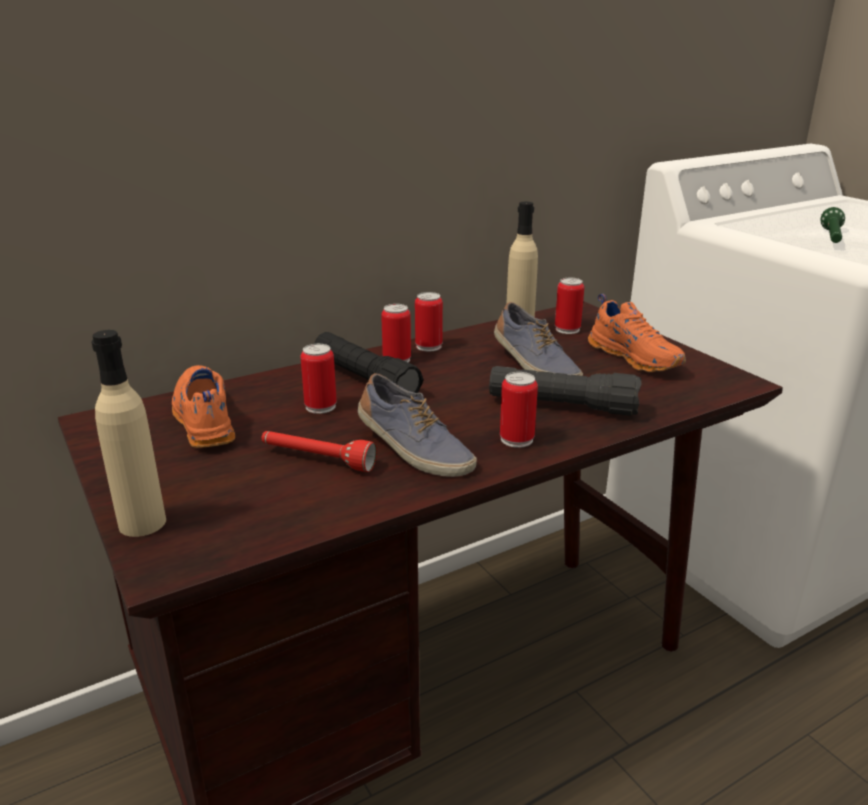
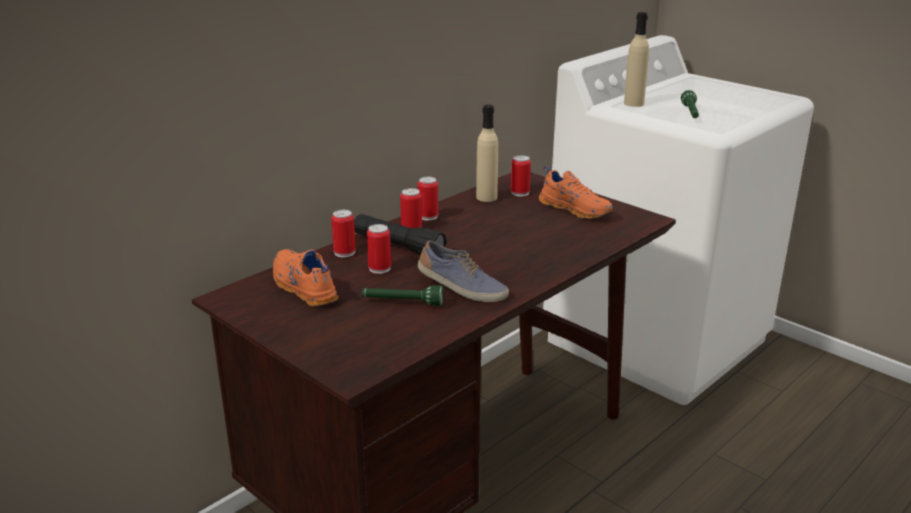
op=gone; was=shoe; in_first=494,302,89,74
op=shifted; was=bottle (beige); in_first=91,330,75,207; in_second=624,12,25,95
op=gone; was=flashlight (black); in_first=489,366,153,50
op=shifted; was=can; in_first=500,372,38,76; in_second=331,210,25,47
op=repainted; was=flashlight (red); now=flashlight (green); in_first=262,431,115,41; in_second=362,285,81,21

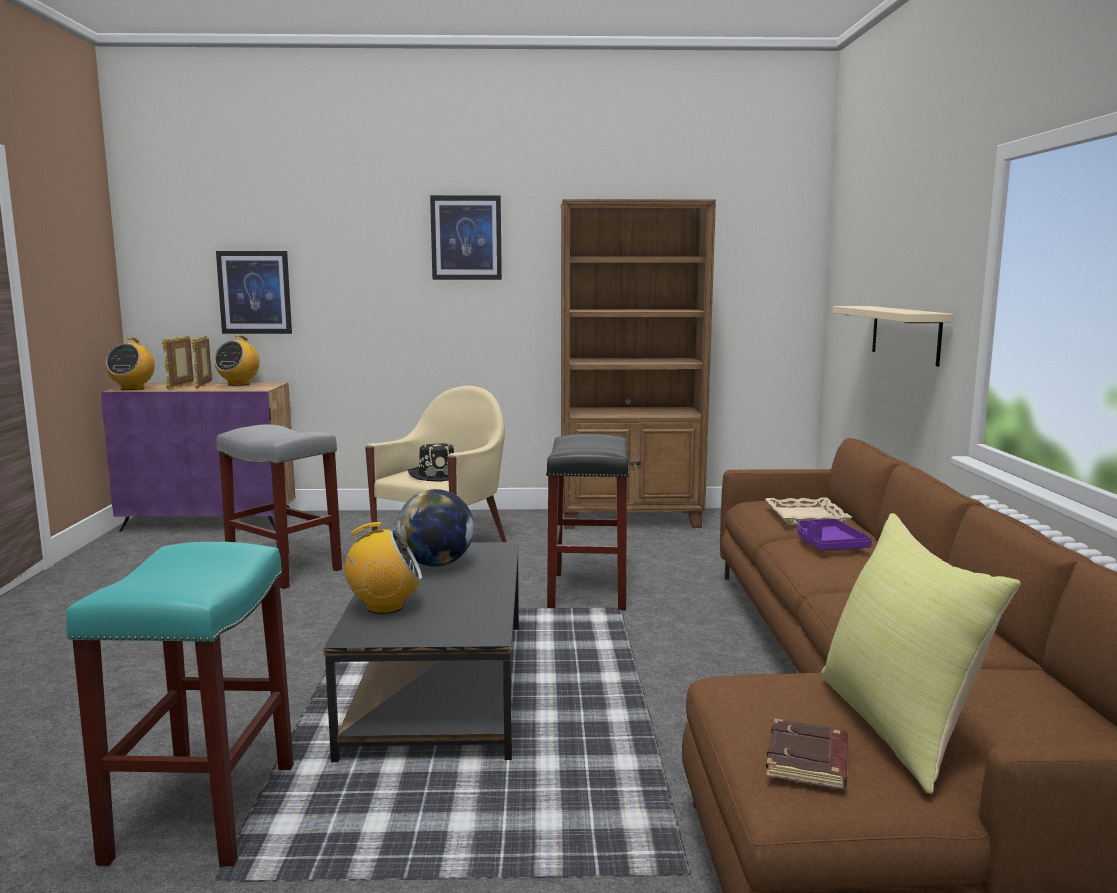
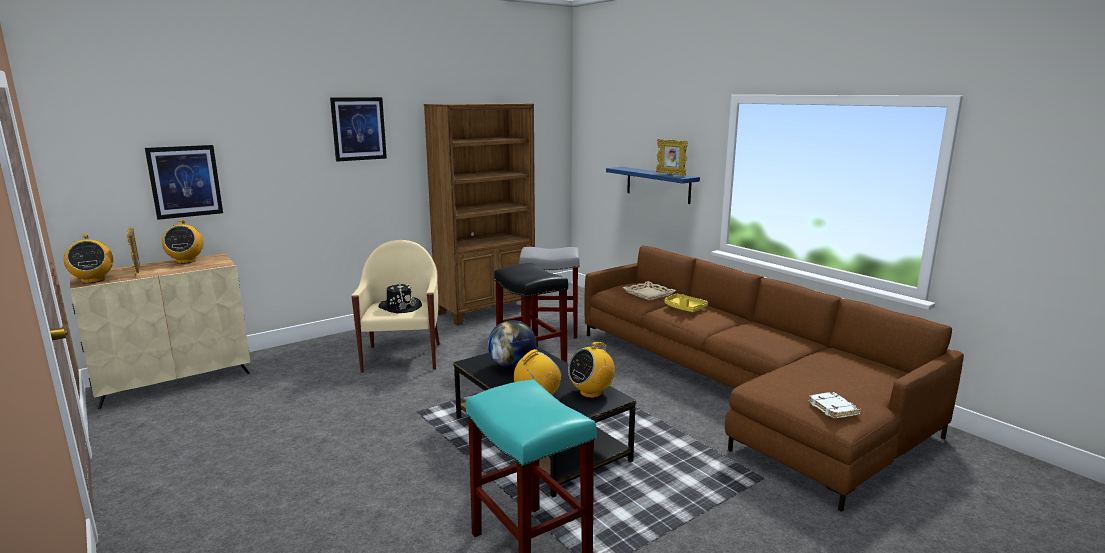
op=repainted; was=shelf (beige); now=shelf (blue); in_first=832,306,121,61; in_second=606,167,94,37
op=shifted; was=picture frame; in_first=192,336,20,53; in_second=656,139,32,37
op=repainted; was=cabinet (purple); now=cabinet (beige); in_first=101,382,195,149; in_second=70,253,180,156
op=shifted; was=stool (grey); in_first=216,424,126,165; in_second=519,247,61,92
op=gone; was=pillow (yellow); in_first=821,513,200,281
op=repainted; was=tray (purple); now=tray (yellow); in_first=797,519,75,32; in_second=664,293,44,19
op=repainted; was=book (brown); now=book (white); in_first=766,719,82,70; in_second=808,392,53,27
op=new; now=radio; in_second=568,342,47,56

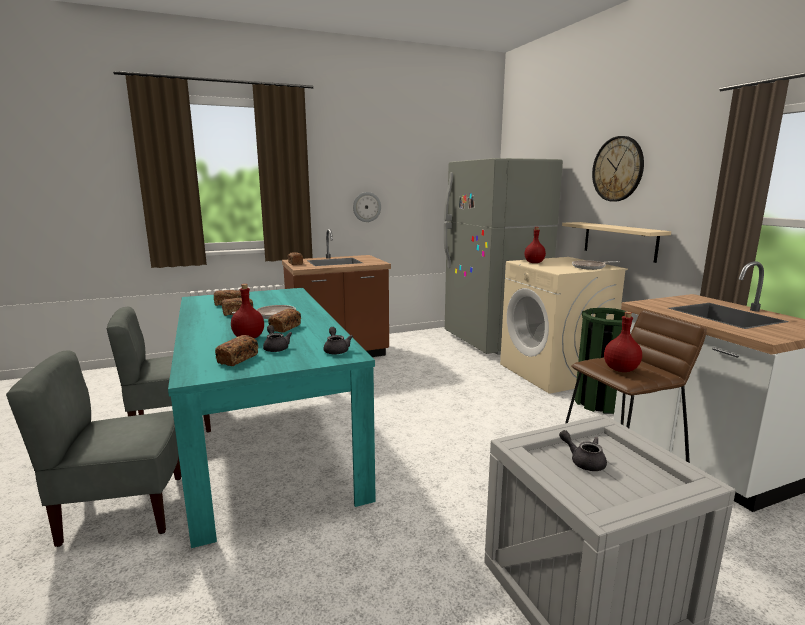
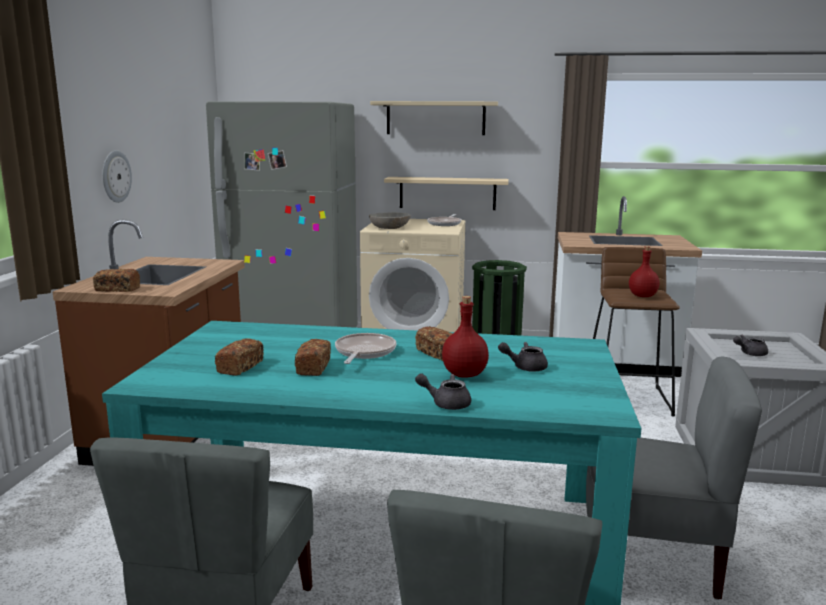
op=swapped; was=wall clock; now=shelf (beige); in_first=592,136,52,66; in_second=370,101,128,34
op=swapped; was=bottle (red); now=bowl (grey); in_first=525,227,21,36; in_second=369,212,42,17
op=shifted; was=teapot (grey); in_first=324,327,29,28; in_second=415,373,56,37
op=gone; was=bread; in_first=215,335,43,31
op=new; now=chair (grey); in_second=586,357,176,243

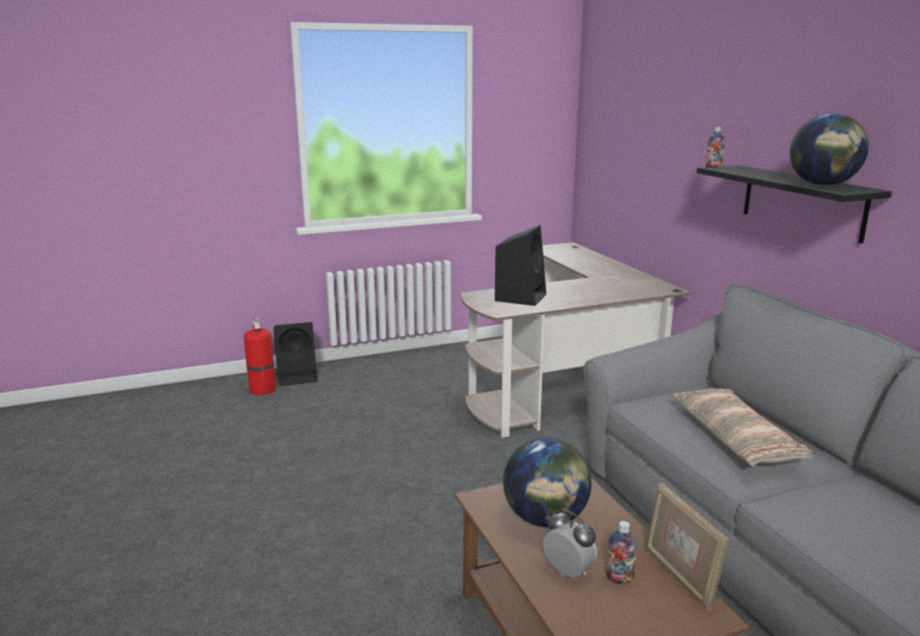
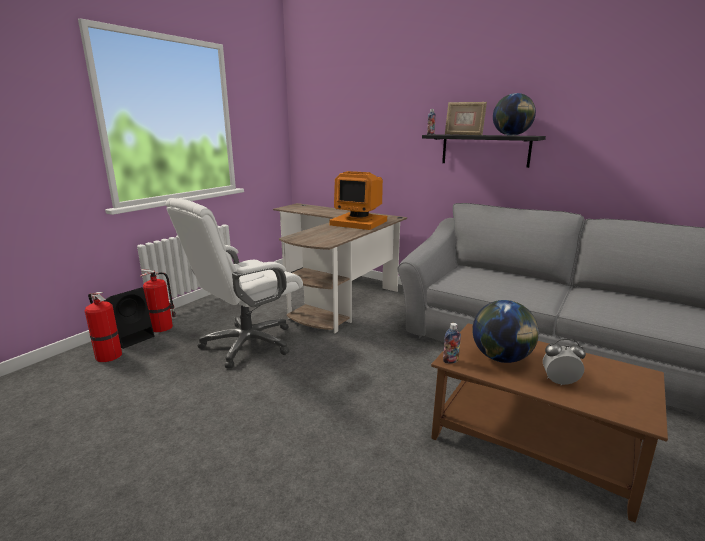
op=gone; was=speaker (black); in_first=495,225,51,81
op=gone; was=pillow; in_first=672,389,142,77
op=shifted; was=picture frame; in_first=645,482,84,129; in_second=445,102,42,33
op=shifted; was=bottle; in_first=606,521,31,63; in_second=443,323,18,41
op=new; now=monitor; in_second=330,171,57,59
op=new; now=office chair (white); in_second=166,198,137,170
op=new; now=fire extinguisher; in_second=140,269,37,63

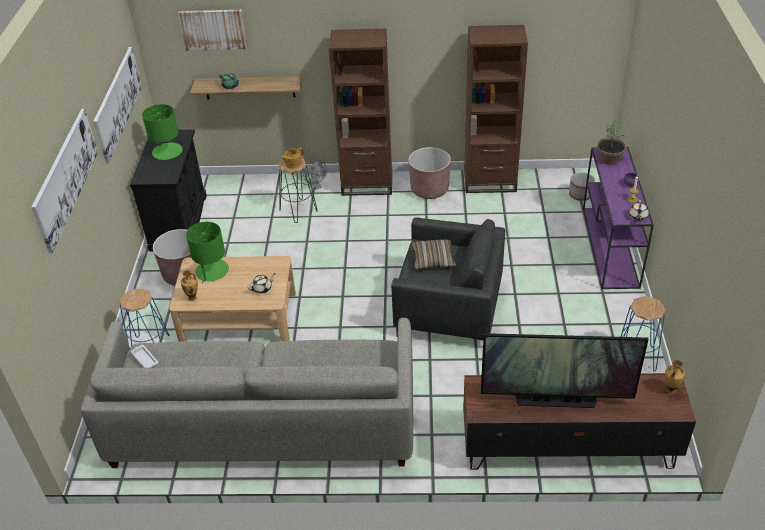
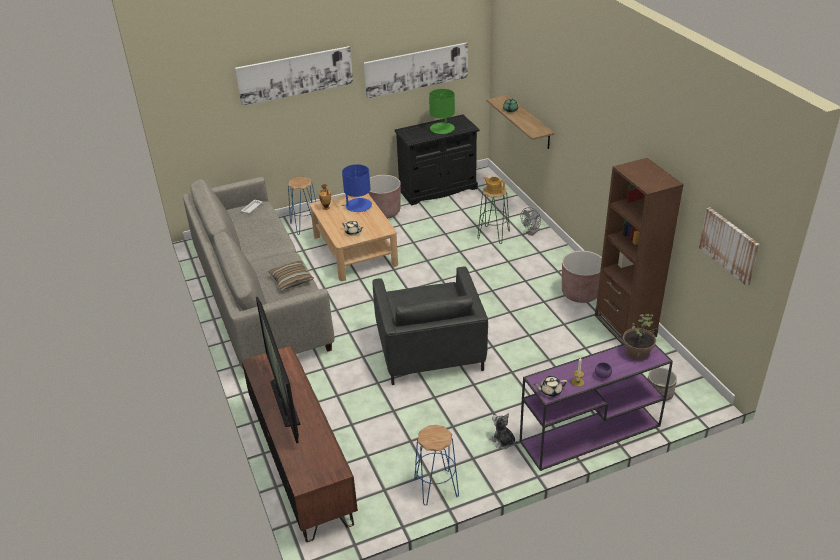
op=shifted; was=picture; in_first=178,10,70,41; in_second=699,207,61,79
op=gone; was=bookcase (brown); in_first=329,29,63,167
op=repainted; was=table lamp (green); now=table lamp (blue); in_first=186,222,43,61; in_second=342,164,30,48
op=shifted; was=pillow; in_first=411,240,45,29; in_second=268,261,46,29
op=gone; was=vase; in_first=665,360,20,34
op=new; now=plush toy; in_second=489,413,29,36

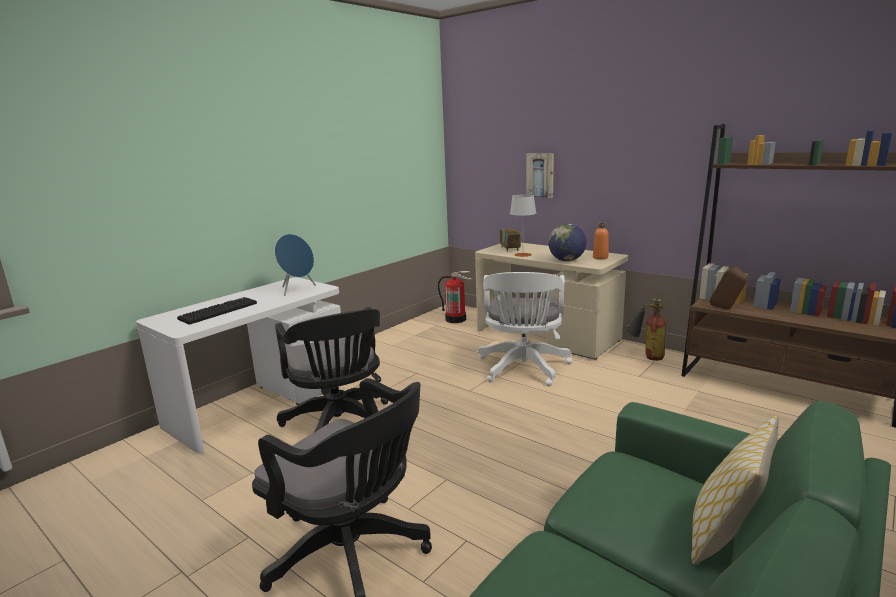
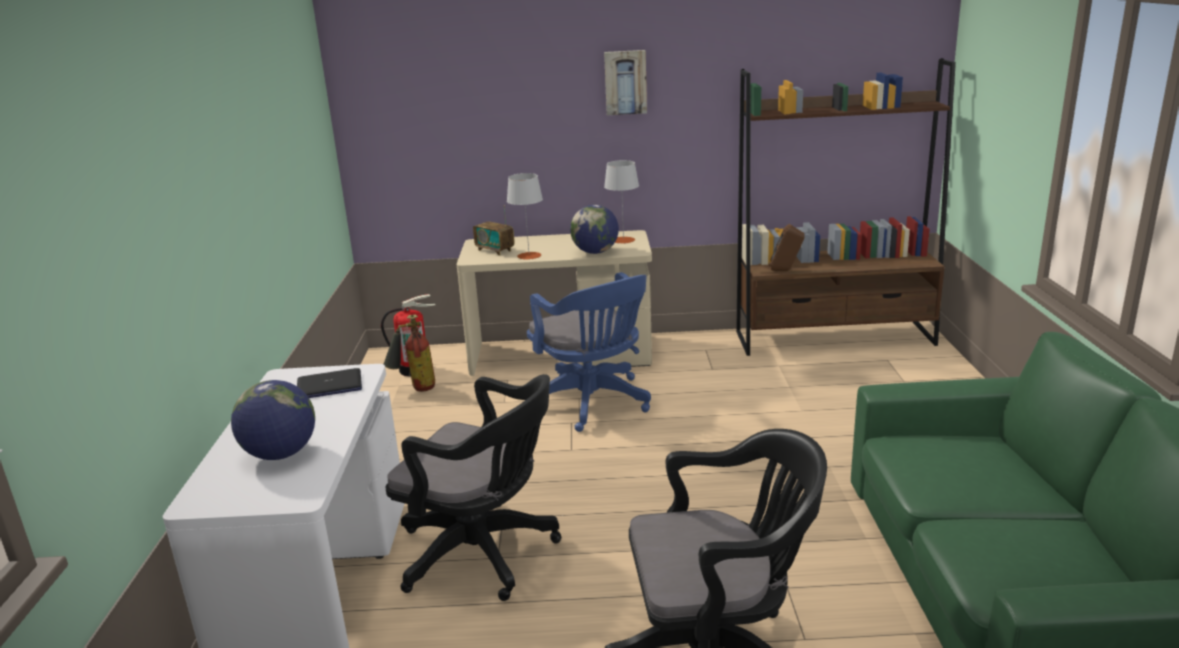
op=shifted; was=picture; in_first=526,153,28,45; in_second=604,50,43,65
op=swapped; was=bottle (orange); now=table lamp (grey); in_first=593,223,16,36; in_second=604,160,35,84
op=swapped; was=speaker (blue); now=laptop; in_first=275,234,41,62; in_second=297,368,65,30
op=repainted; was=office chair (white); now=office chair (blue); in_first=478,272,94,114; in_second=527,272,124,160
op=swapped; was=keyboard; now=globe; in_first=177,297,80,28; in_second=231,380,84,80
op=shifted; was=fire extinguisher; in_first=626,298,40,63; in_second=384,314,51,78
op=gone; was=pillow; in_first=691,415,88,150

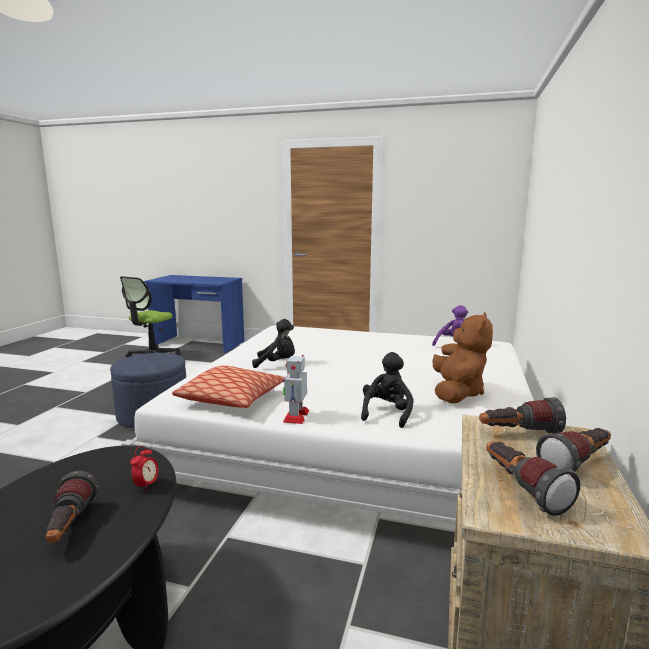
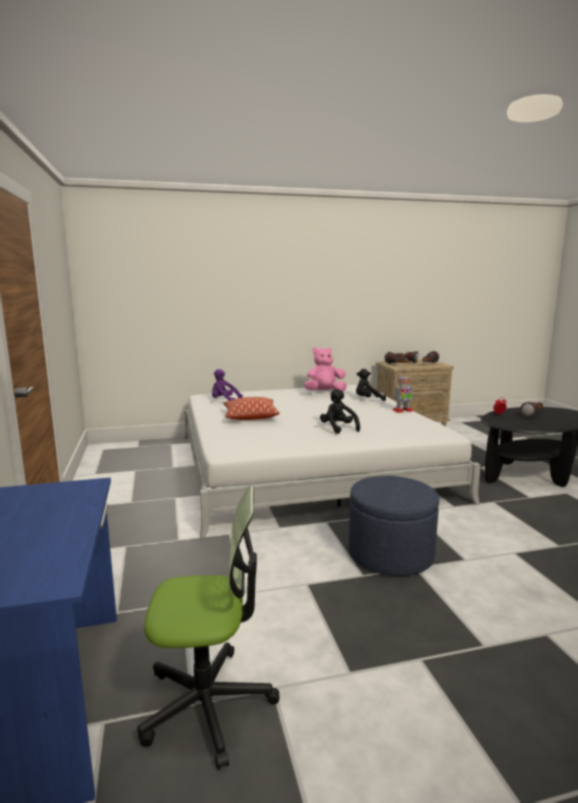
op=repainted; was=plush toy (brown); now=plush toy (pink); in_first=433,312,60,91; in_second=304,347,43,45
op=shifted; was=pillow; in_first=172,365,113,43; in_second=223,397,57,23

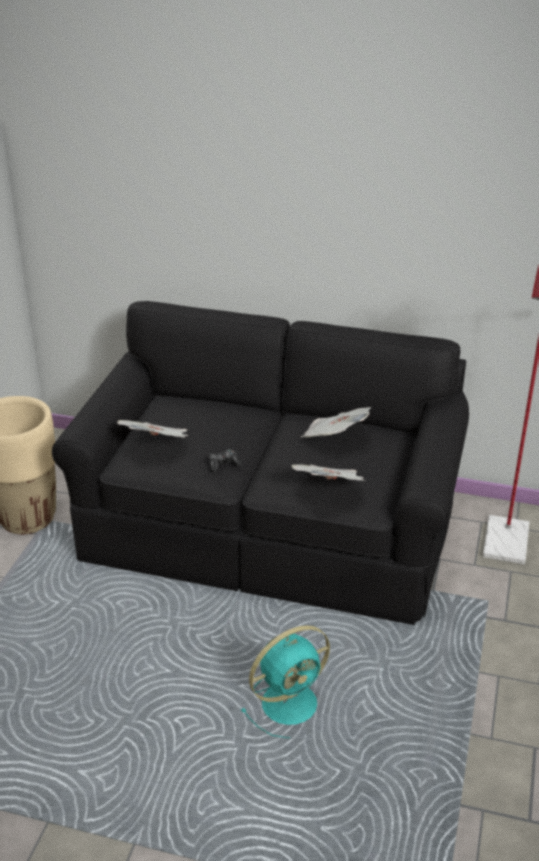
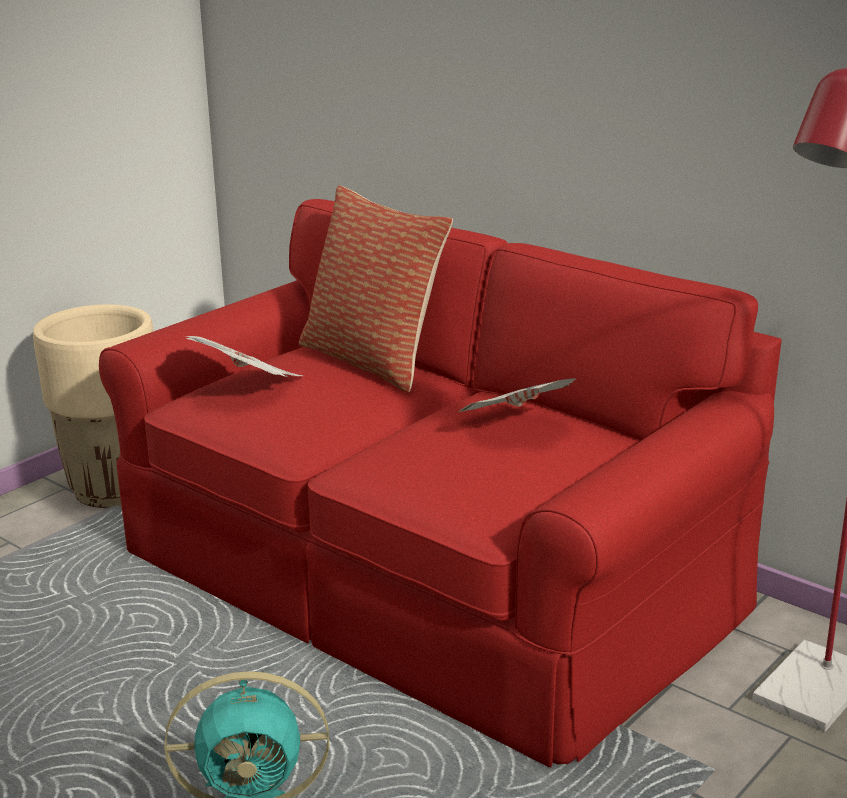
op=repainted; was=sofa (black); now=sofa (red); in_first=52,301,417,324; in_second=99,199,683,568
op=gone; was=game controller; in_first=209,449,32,23
op=gone; was=newspaper; in_first=291,464,75,17
op=new; now=pillow; in_second=299,185,154,207

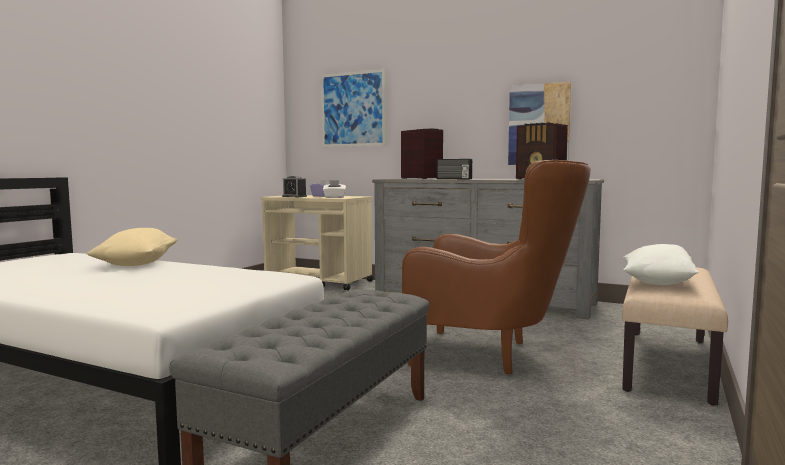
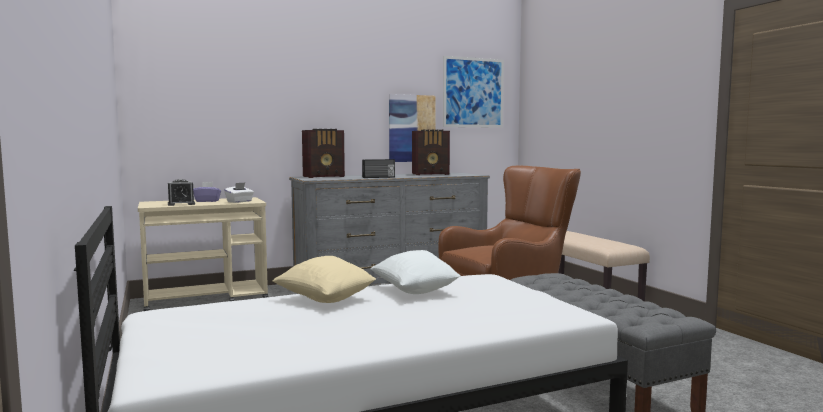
op=shifted; was=picture; in_first=321,69,65,78; in_second=443,56,61,72
op=rotated; was=radio; in_first=401,128,42,51; in_second=302,129,43,49; clockwise=150
op=shifted; was=pillow (white); in_first=623,244,76,41; in_second=370,250,91,44

